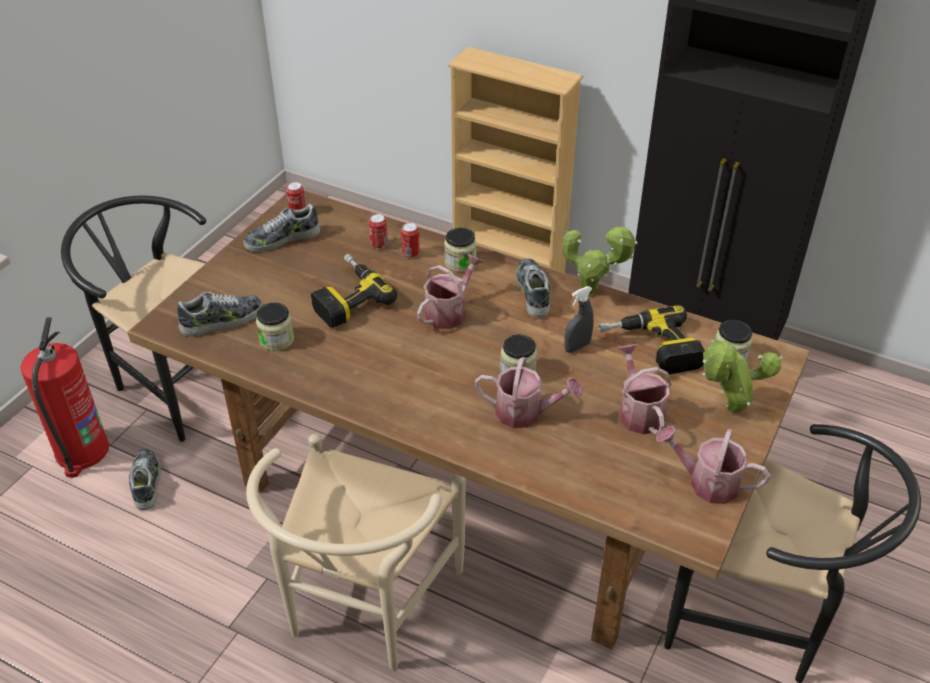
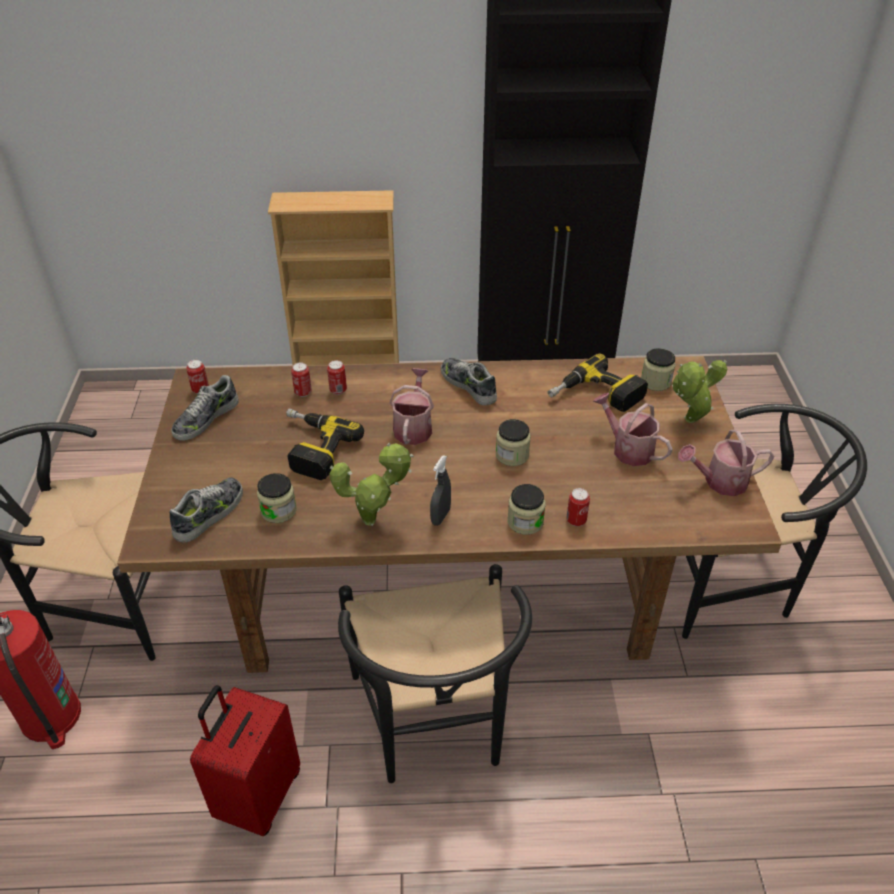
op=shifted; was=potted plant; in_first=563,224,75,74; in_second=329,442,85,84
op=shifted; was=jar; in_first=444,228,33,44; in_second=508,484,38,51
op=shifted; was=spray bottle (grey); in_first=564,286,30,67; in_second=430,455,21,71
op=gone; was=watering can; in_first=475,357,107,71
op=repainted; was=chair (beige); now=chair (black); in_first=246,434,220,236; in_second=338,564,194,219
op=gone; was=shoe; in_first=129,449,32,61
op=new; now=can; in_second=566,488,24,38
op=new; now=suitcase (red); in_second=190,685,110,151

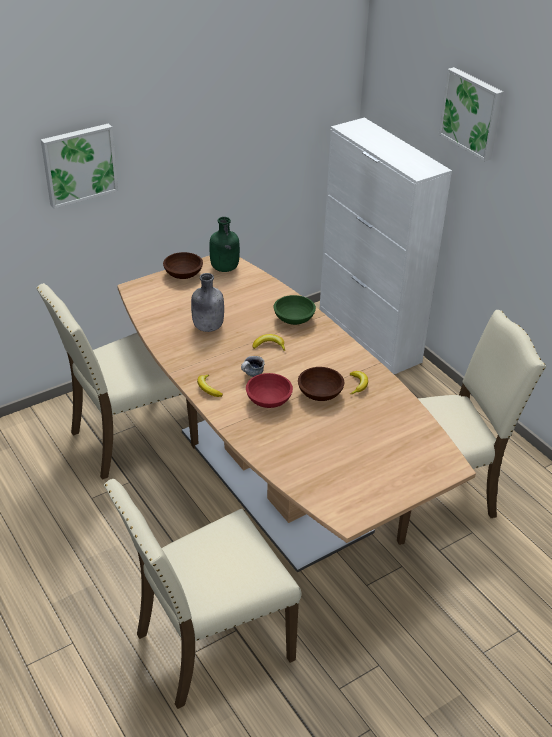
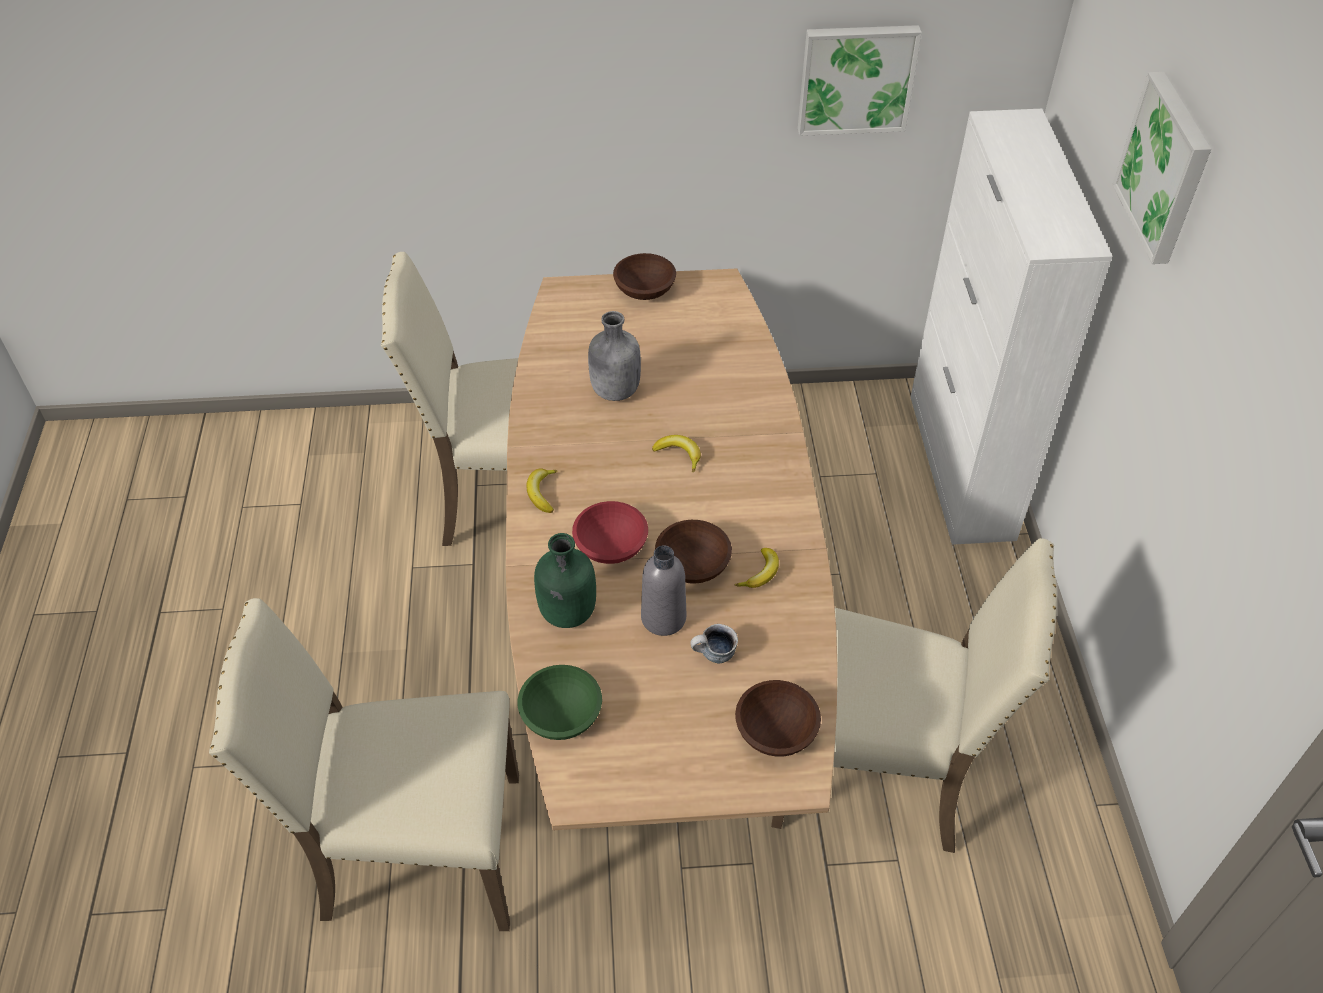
op=shifted; was=picture; in_first=41,123,77,86; in_second=798,25,124,111
op=shifted; was=bottle (green); in_first=209,217,31,55; in_second=534,533,62,95
op=shifted; was=bowl (green); in_first=274,295,42,30; in_second=518,665,84,75
op=shifted; was=mug; in_first=241,356,24,21; in_second=690,624,48,39
op=new; now=bottle (grey); in_second=641,545,45,91
op=new; now=bowl (brown); in_second=735,680,86,77

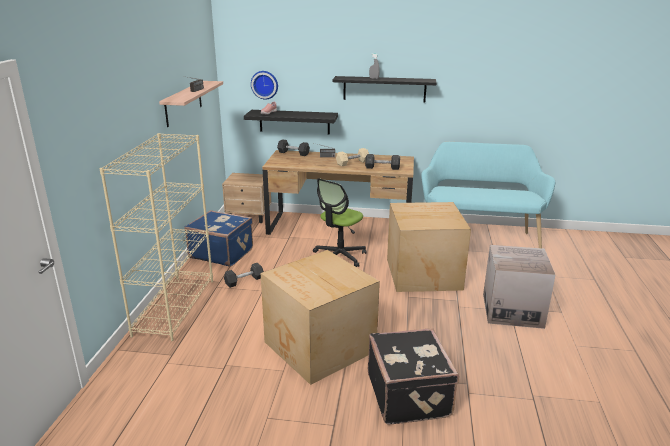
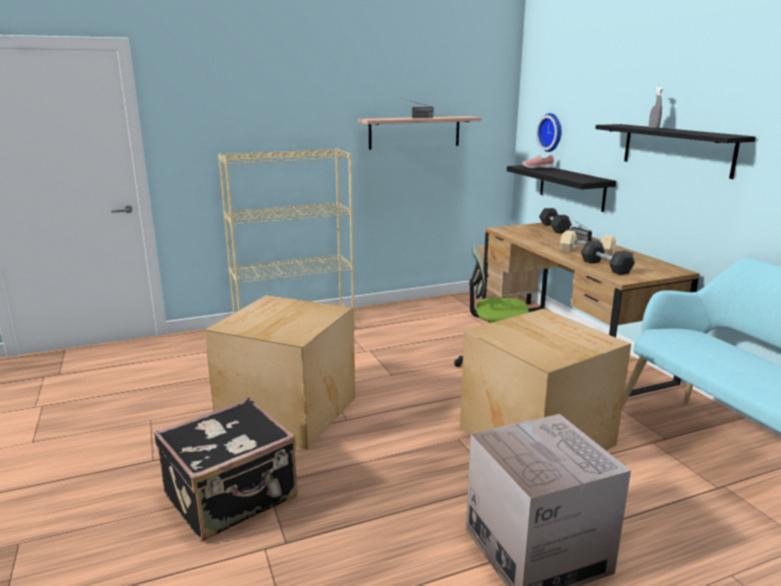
op=gone; was=suitcase (blue); in_first=184,210,69,57
op=gone; was=dumbbell (grey); in_first=224,263,40,25

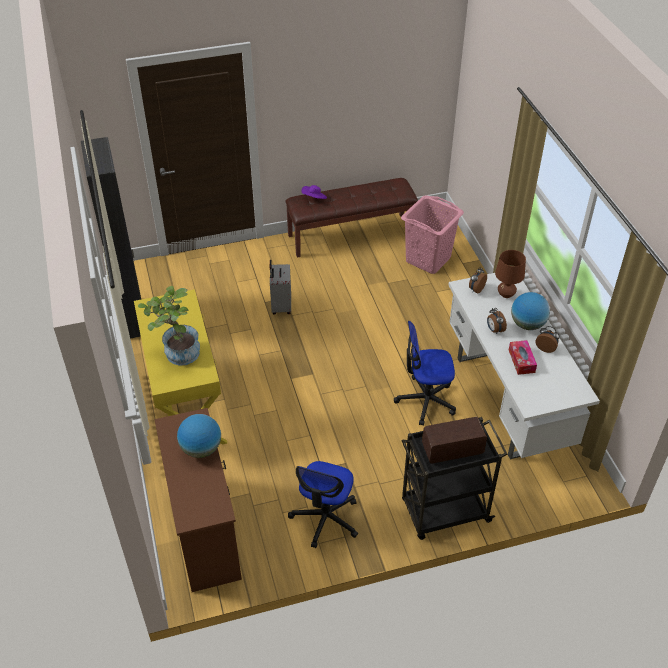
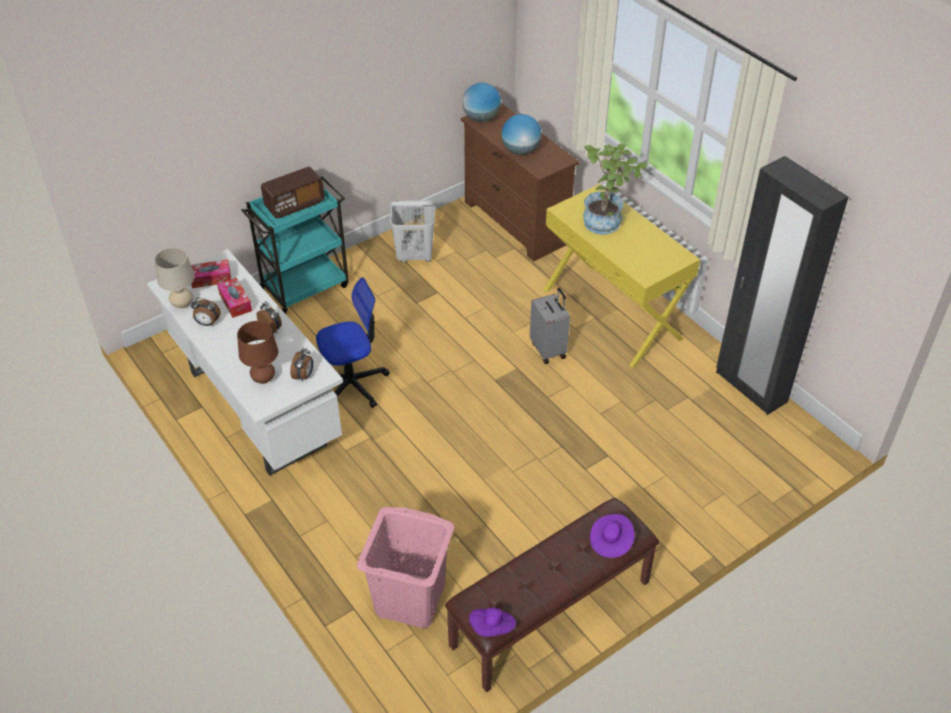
op=shifted; was=suitcase (grey); in_first=270,260,21,55; in_second=530,288,40,76
op=shifted; was=globe; in_first=511,292,39,38; in_second=462,83,39,39
op=repainted; was=cart (black); now=cart (turquoise); in_first=402,417,106,123; in_second=241,176,108,138
op=swapped; was=office chair; now=laundry basket (white); in_first=288,461,70,87; in_second=390,200,45,62
op=new; now=table lamp (beige); in_second=154,248,41,61
op=new; now=tissue box; in_second=191,259,40,29
op=new; now=hat (purple); in_second=469,608,47,29

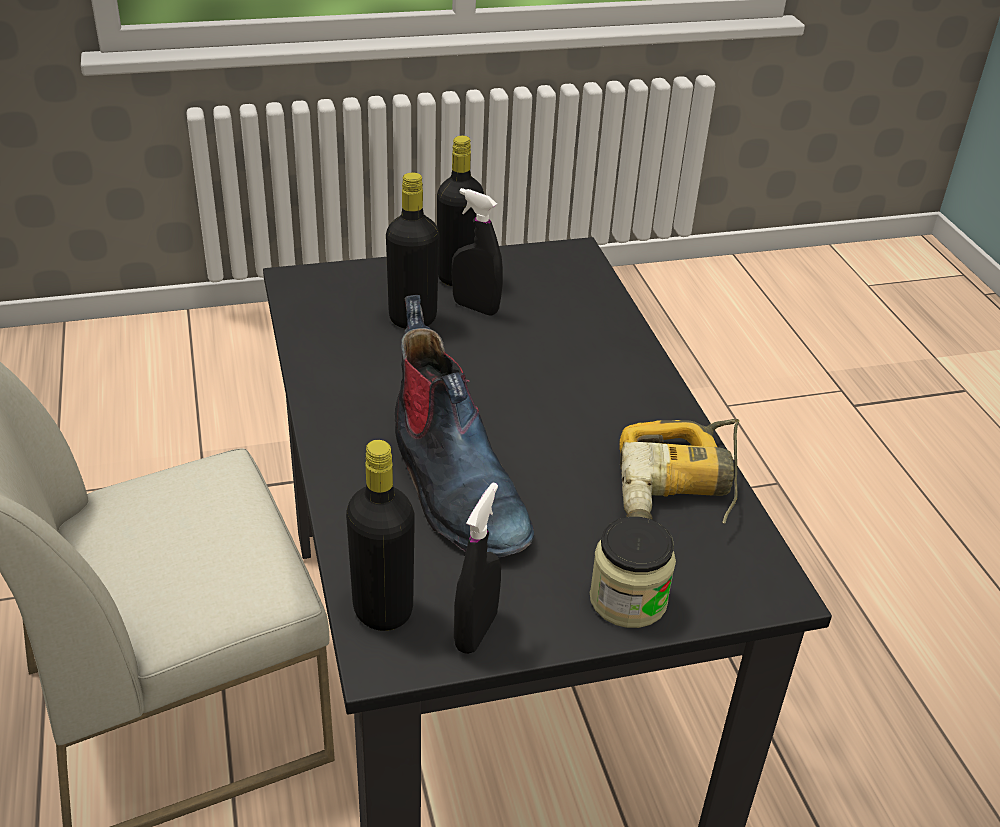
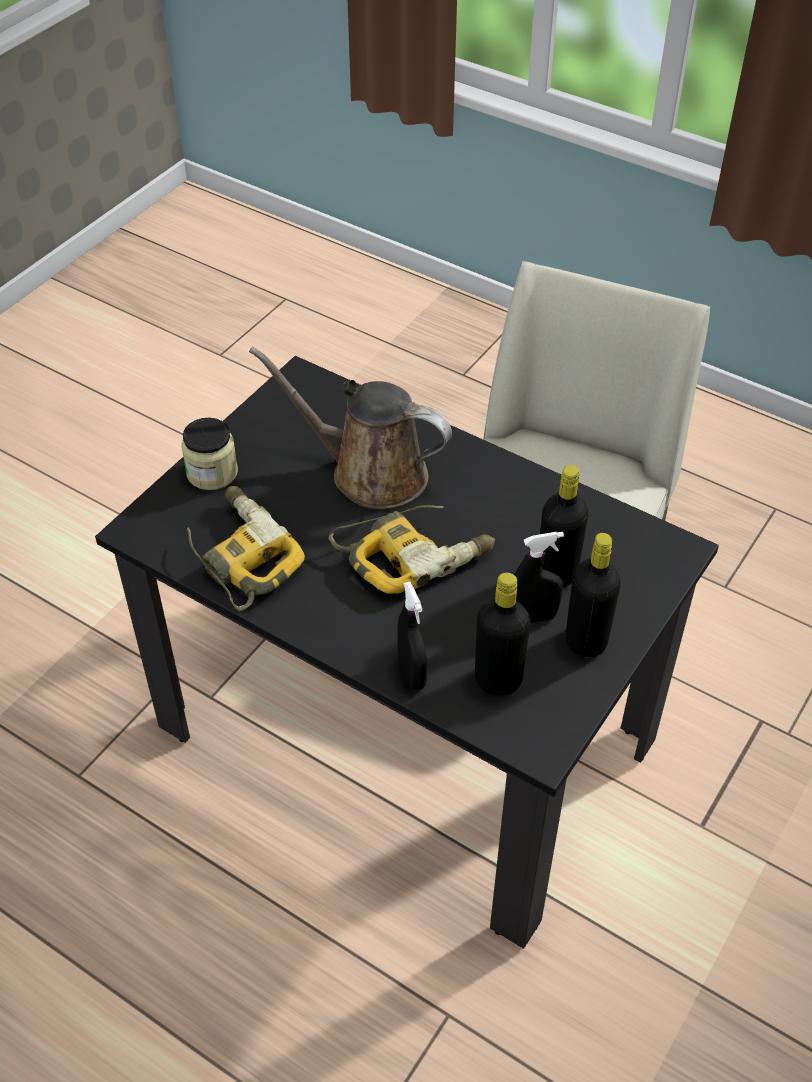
op=swapped; was=boot; now=watering can (brown); in_first=395,295,139,262; in_second=249,346,203,163
op=shifted; was=bottle (black); in_first=346,440,69,191; in_second=475,573,56,122
op=shifted; was=spray bottle (black); in_first=454,482,47,172; in_second=397,582,30,109
op=new; now=power drill; in_second=328,505,167,89

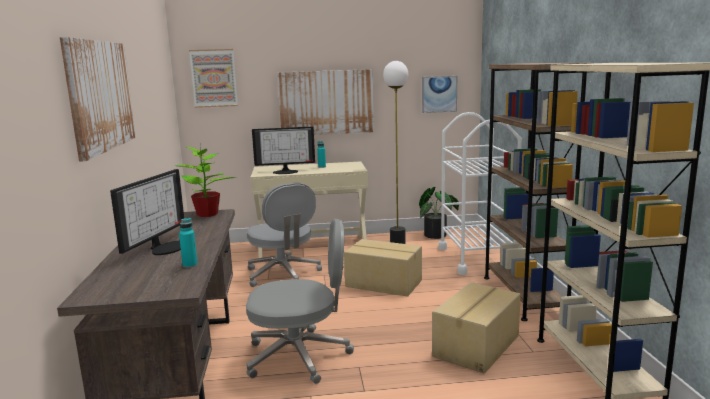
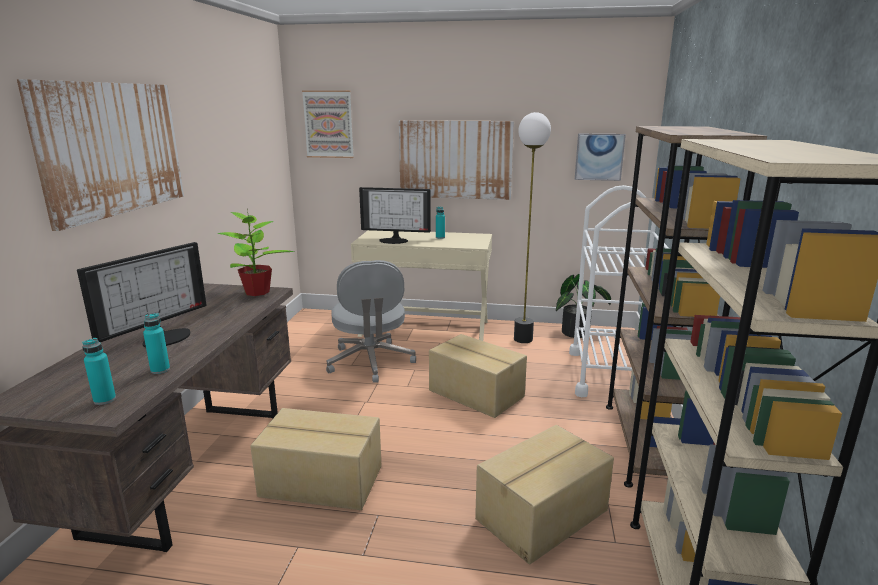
op=swapped; was=office chair (grey); now=cardboard box; in_first=246,219,108,165; in_second=250,408,131,102
op=new; now=bottle (turquoise); in_second=82,338,34,67

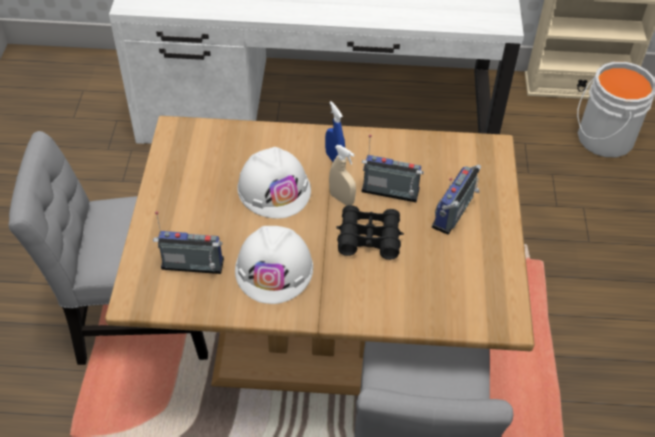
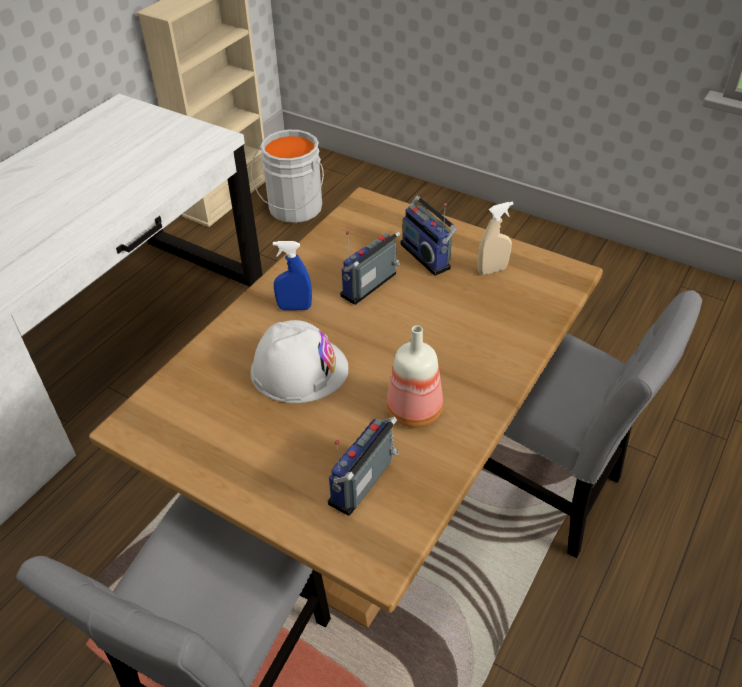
op=shifted; was=spray bottle (beige); in_first=329,145,27,60; in_second=477,201,37,74
op=gone; was=binoculars (black); in_first=336,205,68,55
op=swapped; was=hard hat (white); now=bottle; in_first=235,226,78,78; in_second=386,325,57,103

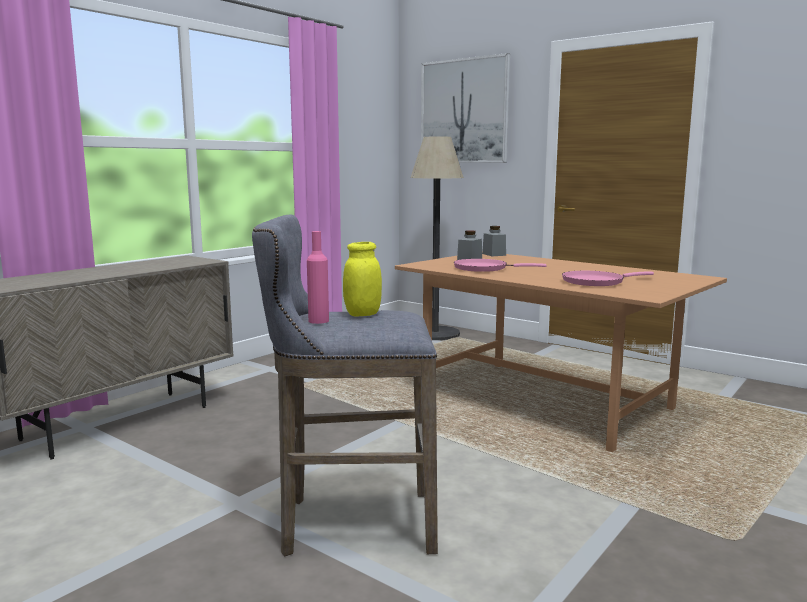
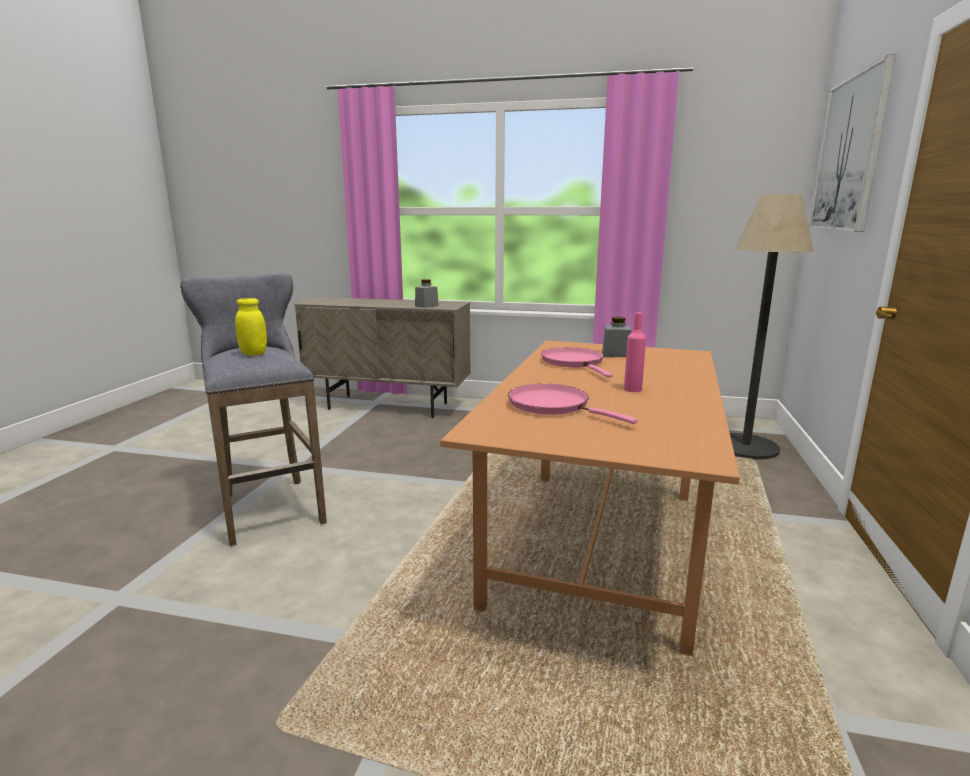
op=shifted; was=jar (grey); in_first=482,226,24,30; in_second=415,279,24,29
op=shifted; was=bottle (pink); in_first=307,231,22,93; in_second=624,312,22,80

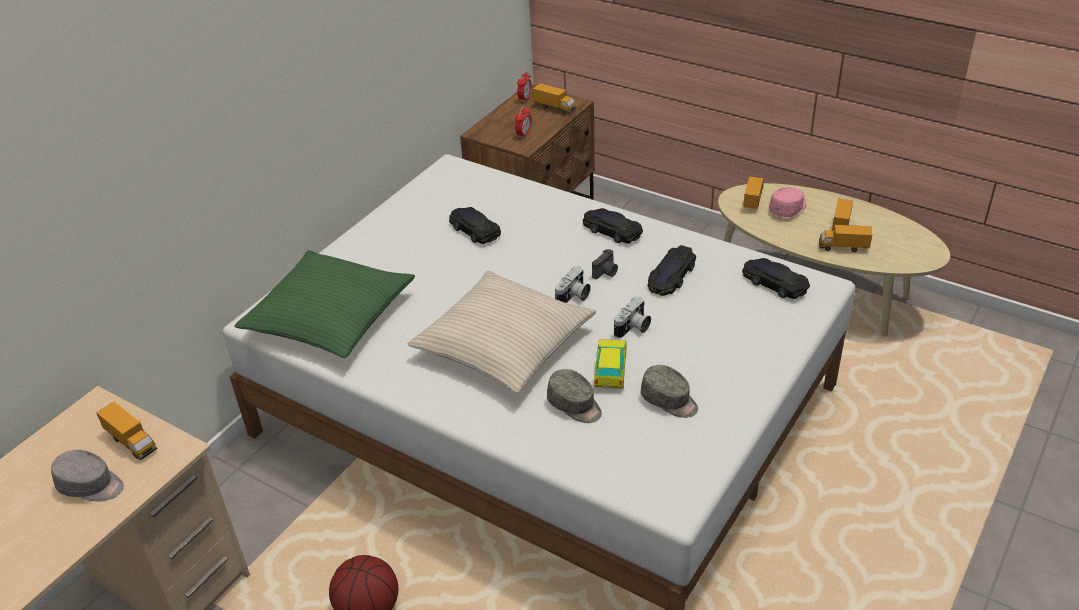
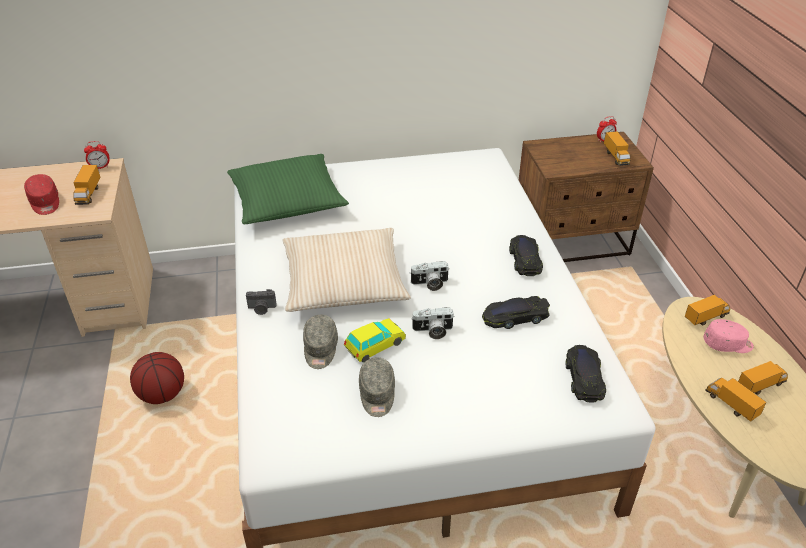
op=shifted; was=alarm clock; in_first=515,106,17,33; in_second=84,141,25,28
op=gone; was=toy car (black); in_first=449,207,52,37
op=shifted; was=photo camera; in_first=592,249,26,30; in_second=246,289,31,26
op=repainted; was=cap (grey); now=cap (red); in_first=51,450,73,51; in_second=24,174,35,41

